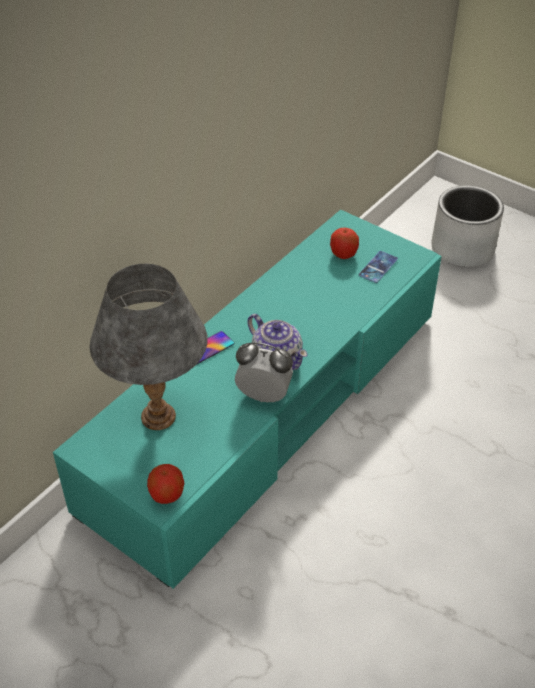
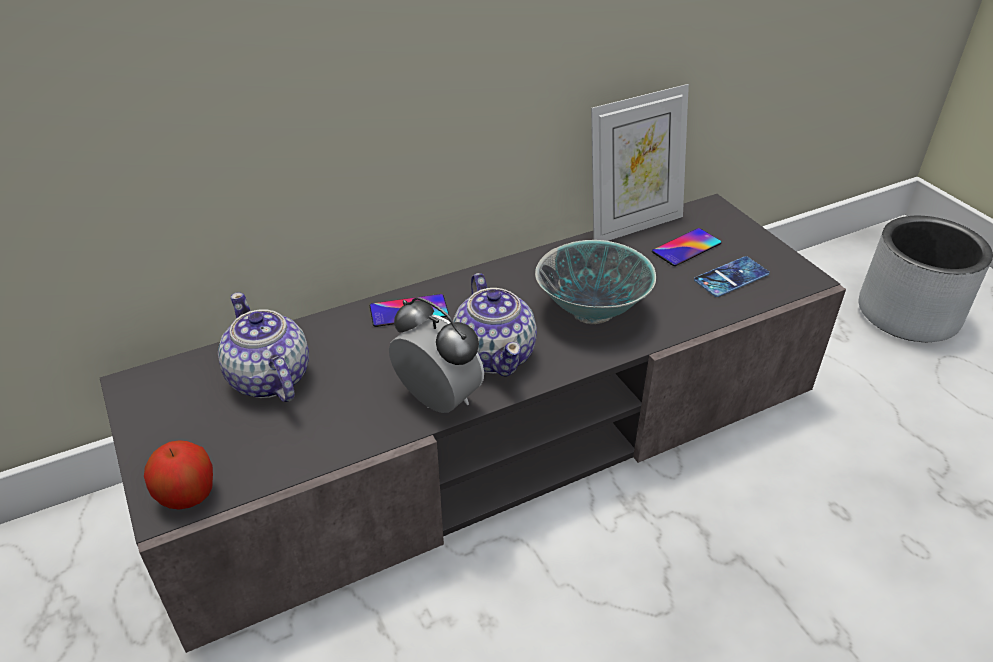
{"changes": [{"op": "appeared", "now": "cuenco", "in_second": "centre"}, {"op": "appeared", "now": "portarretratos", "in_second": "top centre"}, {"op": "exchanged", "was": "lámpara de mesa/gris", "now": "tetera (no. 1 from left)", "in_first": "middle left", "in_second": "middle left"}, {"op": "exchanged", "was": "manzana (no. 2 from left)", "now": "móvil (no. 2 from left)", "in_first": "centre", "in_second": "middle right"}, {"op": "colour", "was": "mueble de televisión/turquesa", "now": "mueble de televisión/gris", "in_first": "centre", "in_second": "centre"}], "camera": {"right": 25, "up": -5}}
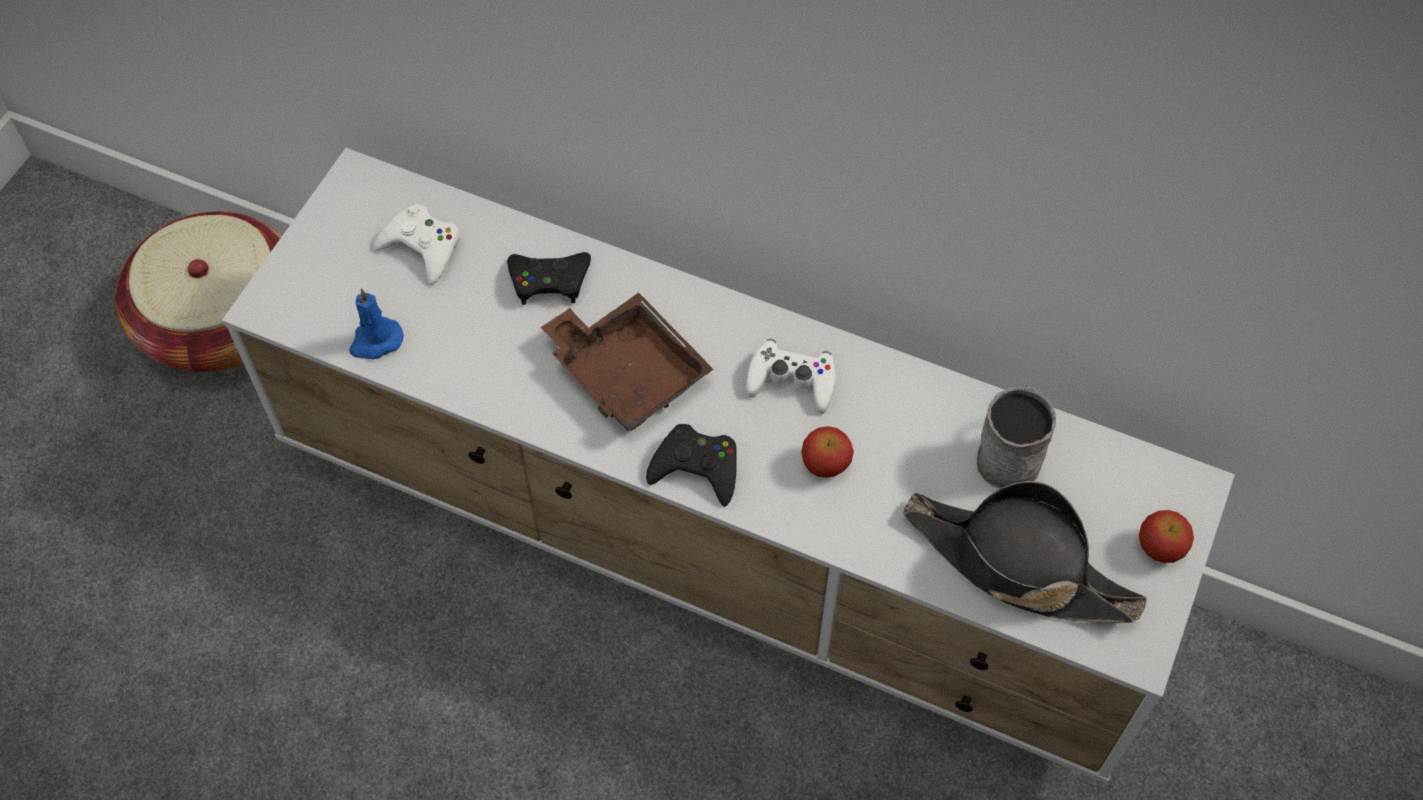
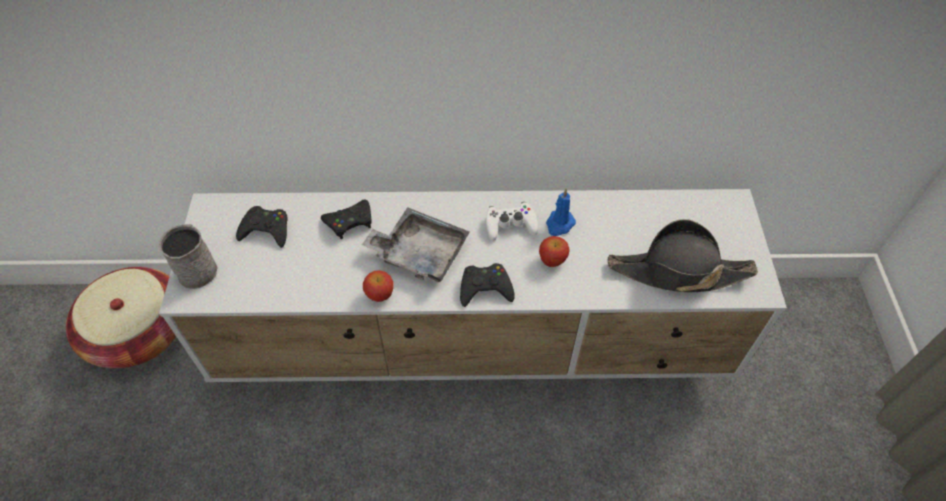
{"changes": [{"op": "relocated", "was": "vela/azul", "in_first": "middle left", "in_second": "centre"}, {"op": "relocated", "was": "taza grande/gris", "in_first": "middle right", "in_second": "middle left"}, {"op": "relocated", "was": "manzana (no. 2 from left in the first image)", "now": "manzana (no. 1 from left)", "in_first": "bottom right", "in_second": "centre"}, {"op": "colour", "was": "mando de consola/blanco (no. 1 from left)", "now": "mando de consola/negro (no. 1 from left)", "in_first": "top left", "in_second": "middle left"}, {"op": "colour", "was": "bandeja/marrón", "now": "bandeja/gris", "in_first": "centre", "in_second": "centre"}], "camera": {"right": -25, "up": -5}}
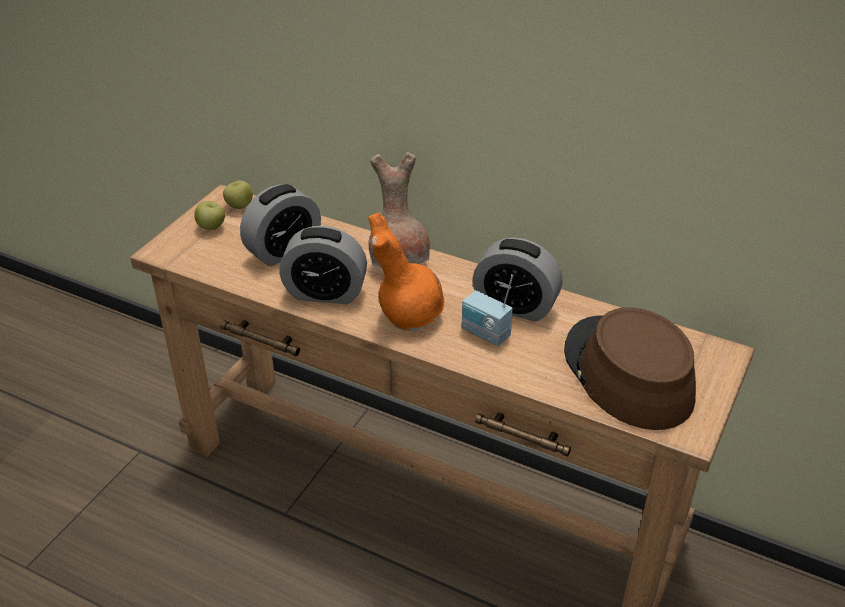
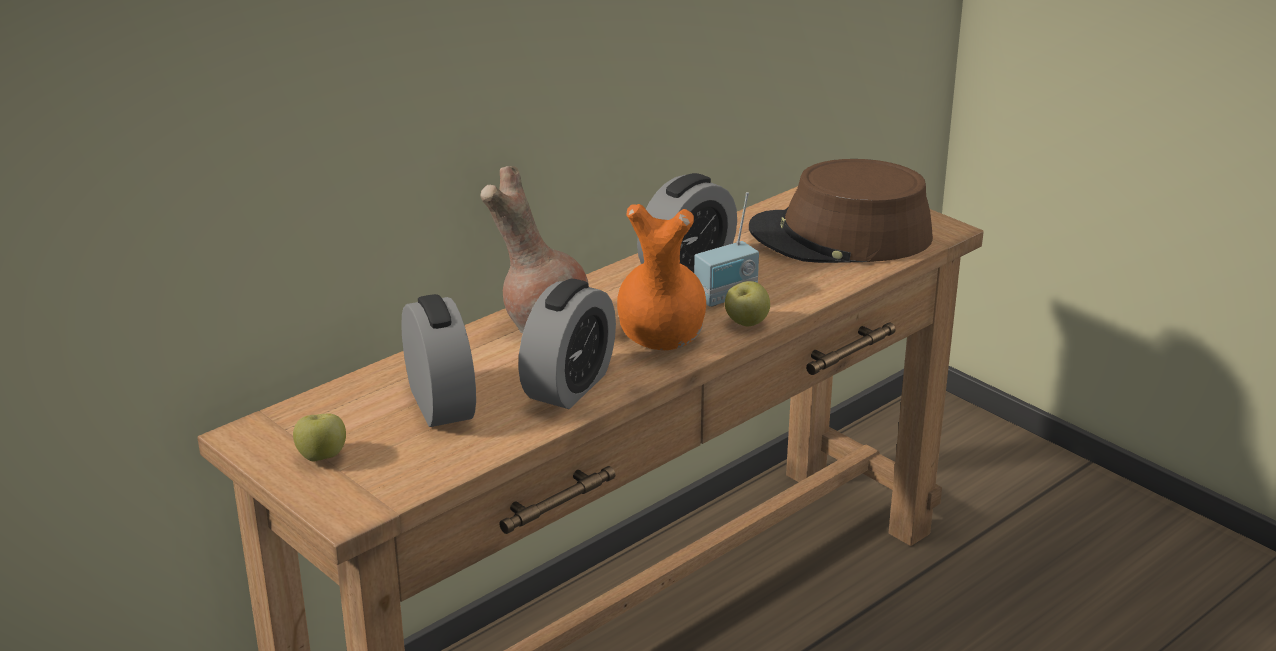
{"changes": [{"op": "relocated", "was": "manzana (no. 2 from left)", "in_first": "top left", "in_second": "centre"}], "camera": {"right": -70, "up": -10}}
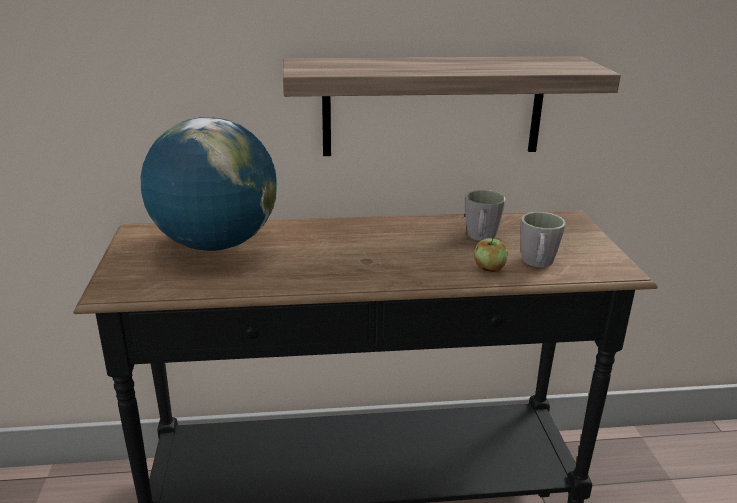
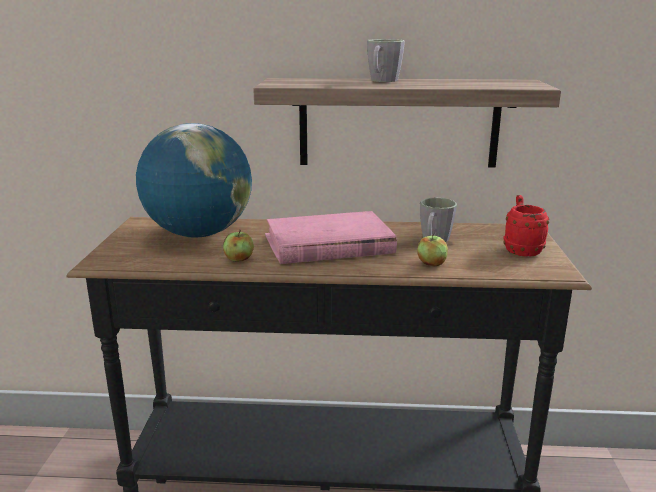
{"changes": [{"op": "appeared", "now": "manzana (no. 1 from left)", "in_second": "centre"}, {"op": "appeared", "now": "libro/rosa", "in_second": "centre"}, {"op": "appeared", "now": "taza grande/rojo", "in_second": "middle right"}, {"op": "relocated", "was": "taza grande/gris (no. 2 from left in the first image)", "now": "taza grande/gris (no. 1 from left)", "in_first": "middle right", "in_second": "top centre"}], "camera": {"right": 10, "up": -5}}
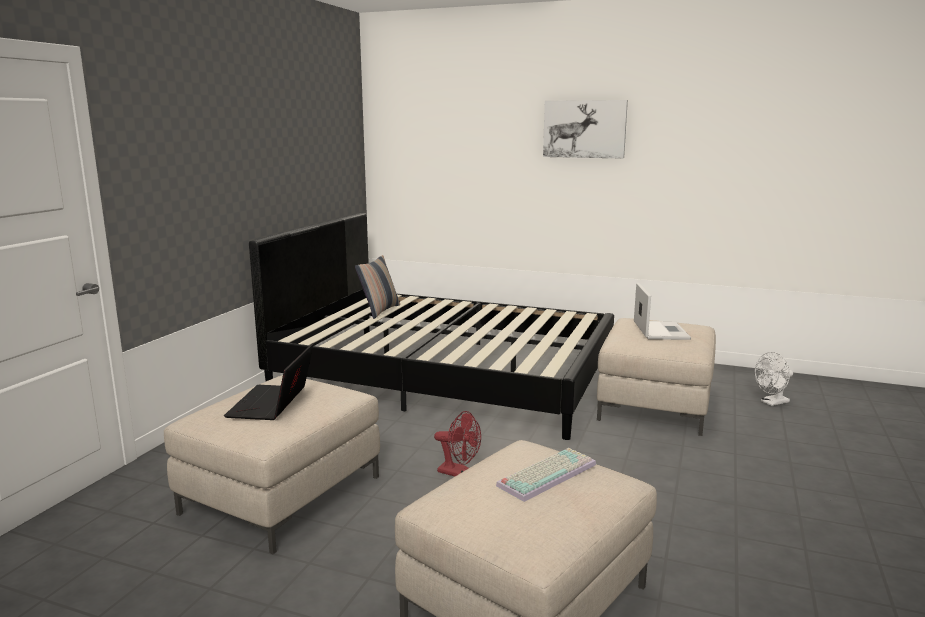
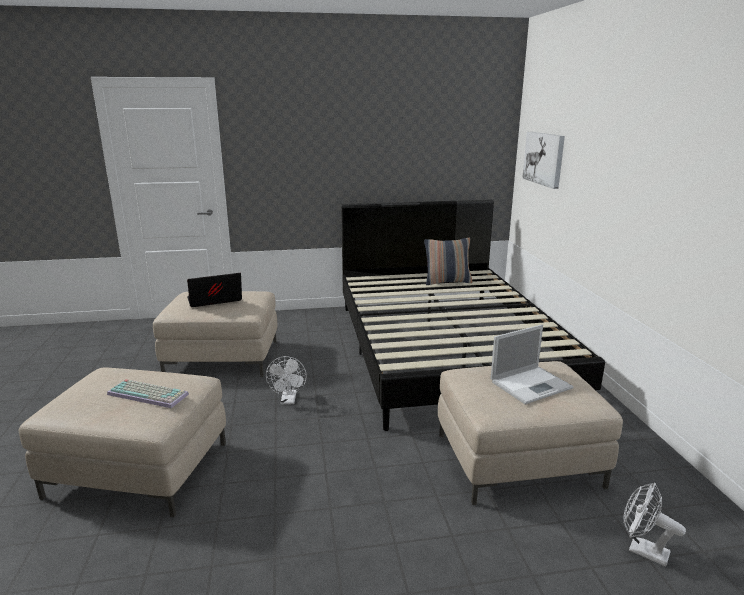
{"changes": [{"op": "relocated", "was": "cuadro", "in_first": "top centre", "in_second": "top right"}, {"op": "colour", "was": "ventilador/rojo", "now": "ventilador/blanco (no. 1 from left)", "in_first": "bottom centre", "in_second": "centre"}], "camera": {"right": 60, "up": 5}}
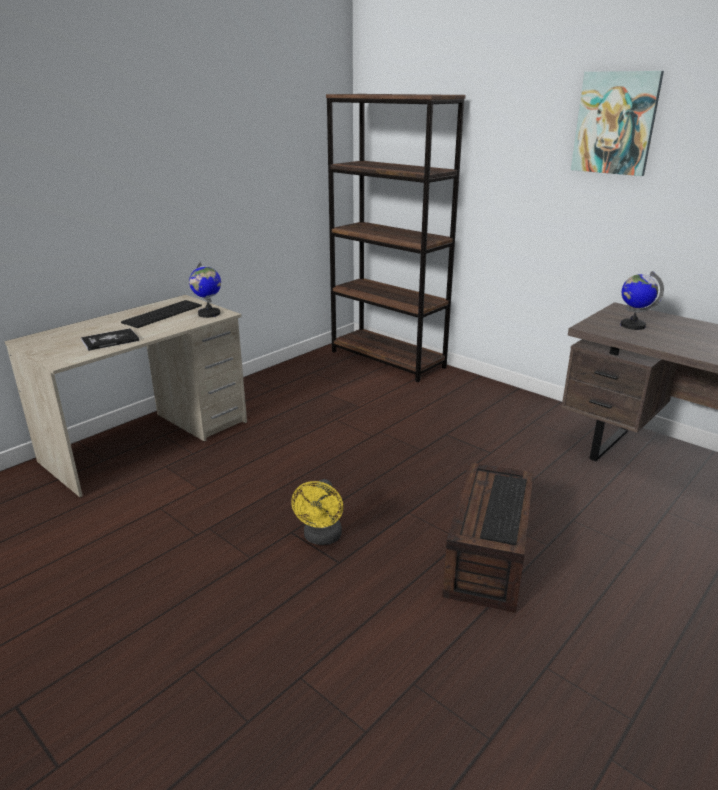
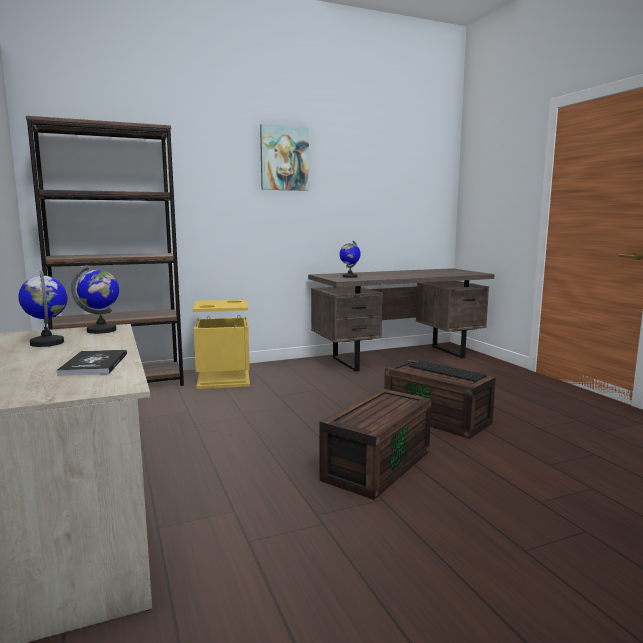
{"changes": [{"op": "appeared", "now": "papelera/amarillo", "in_second": "centre"}, {"op": "exchanged", "was": "teclado (no. 1 from left)", "now": "globo terráqueo (no. 1 from left)", "in_first": "middle left", "in_second": "middle left"}, {"op": "exchanged", "was": "ventilador/amarillo", "now": "caja de almacenaje/marrón (no. 1 from left)", "in_first": "centre", "in_second": "bottom centre"}], "camera": {"right": -65, "up": -15}}
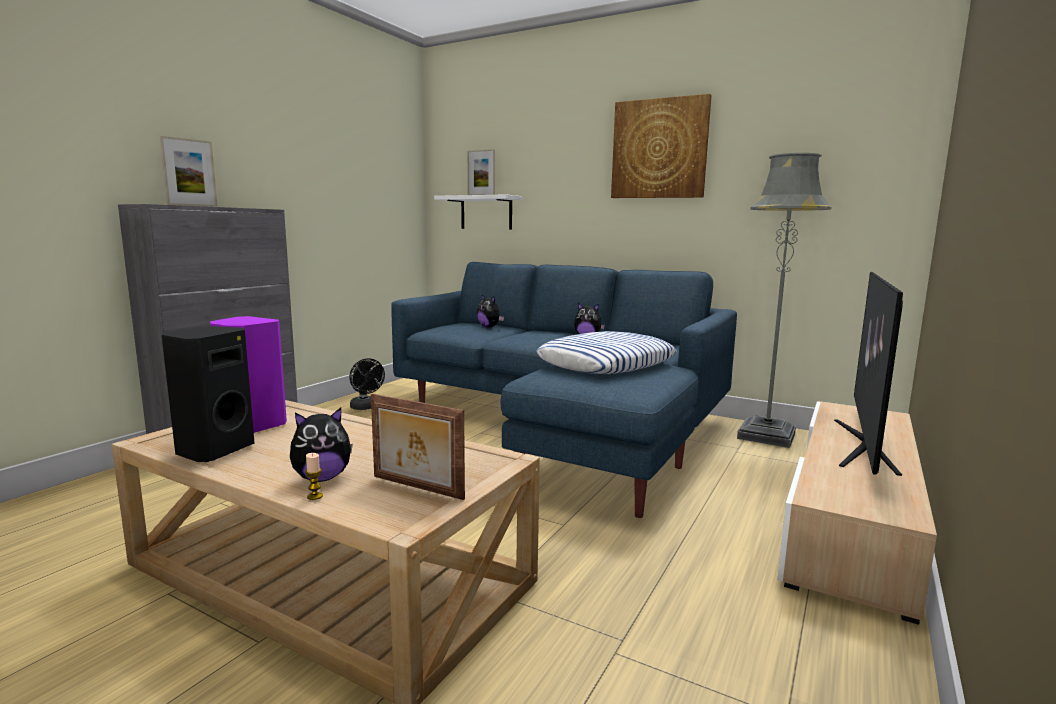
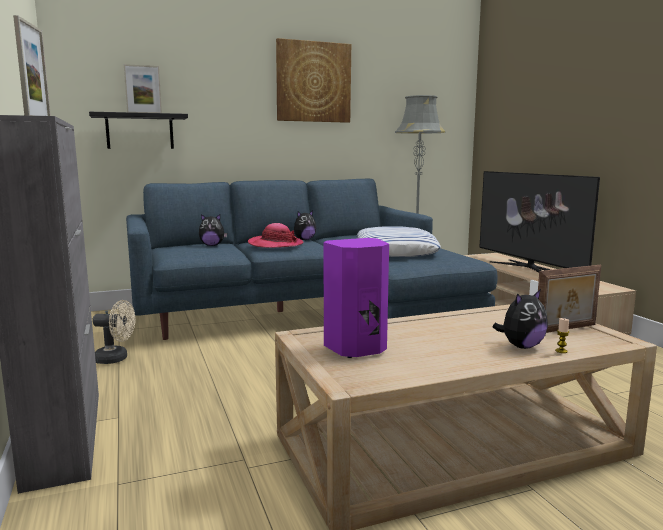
{"changes": [{"op": "missing", "was": "altavoz/negro", "in_first": "middle left"}, {"op": "appeared", "now": "sombrero", "in_second": "centre"}, {"op": "colour", "was": "ventilador/negro", "now": "ventilador/beis", "in_first": "centre", "in_second": "middle left"}, {"op": "colour", "was": "estante/blanco", "now": "estante/negro", "in_first": "top centre", "in_second": "top left"}, {"op": "spun", "was": "peluche (no. 1 from left in the first image)", "in_first": "middle left", "in_second": "middle right", "clockwise": 45}], "camera": {"right": -50, "up": 0}}
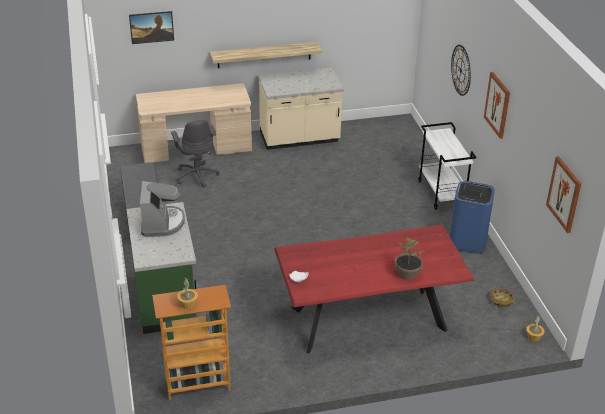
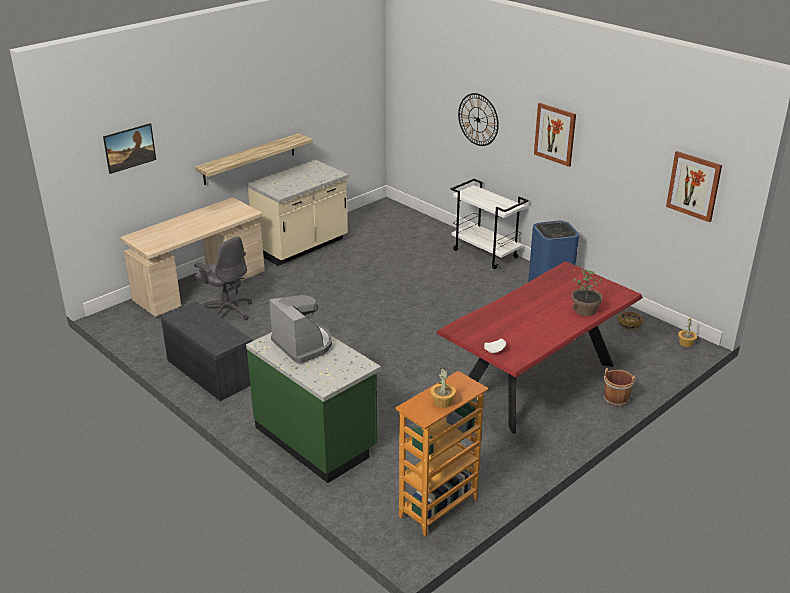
{"changes": [{"op": "appeared", "now": "cubo/marrón", "in_second": "middle right"}], "camera": {"right": -30, "up": -5}}
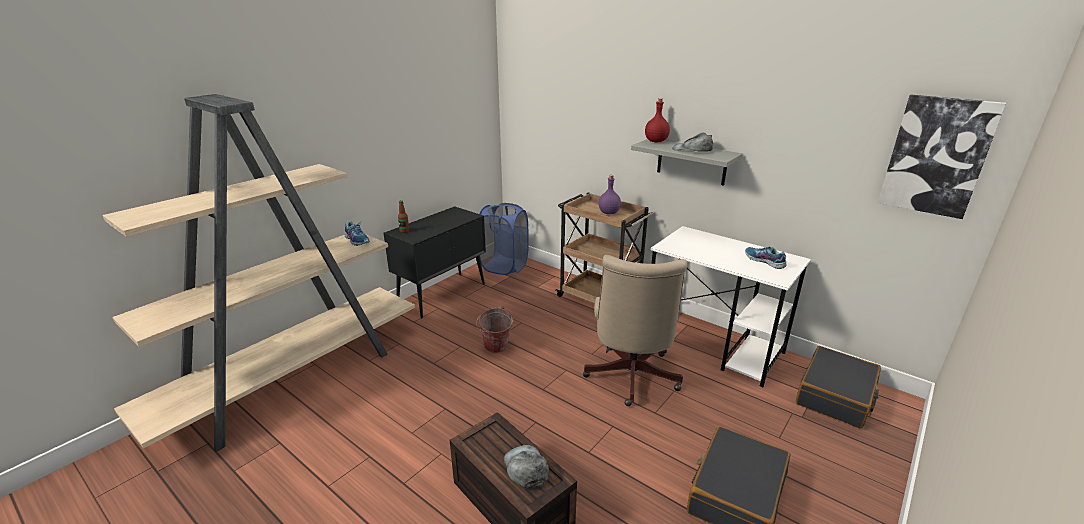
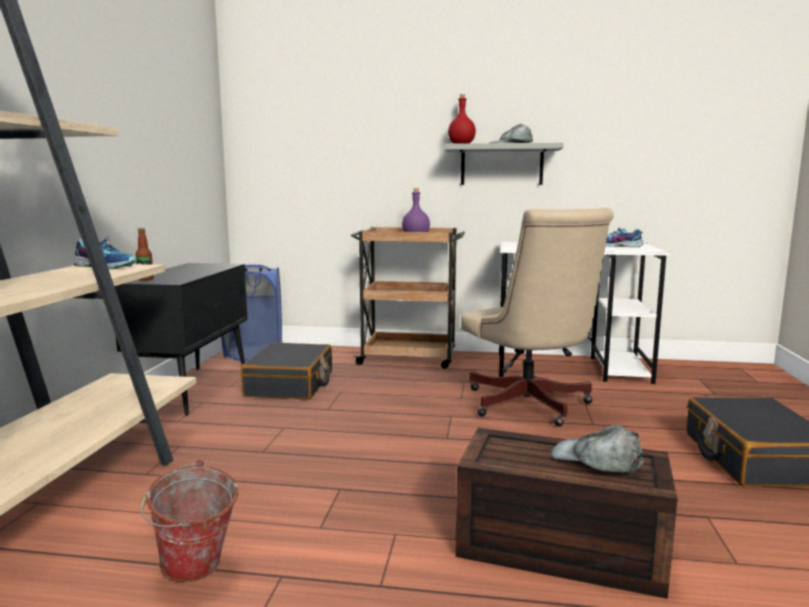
{"changes": [{"op": "missing", "was": "cuadro", "in_first": "top right"}, {"op": "relocated", "was": "cubo", "in_first": "centre", "in_second": "bottom left"}, {"op": "relocated", "was": "maleta/negro (no. 2 from left in the first image)", "now": "maleta/negro (no. 1 from left)", "in_first": "bottom right", "in_second": "centre"}], "camera": {"right": -30, "up": -15}}
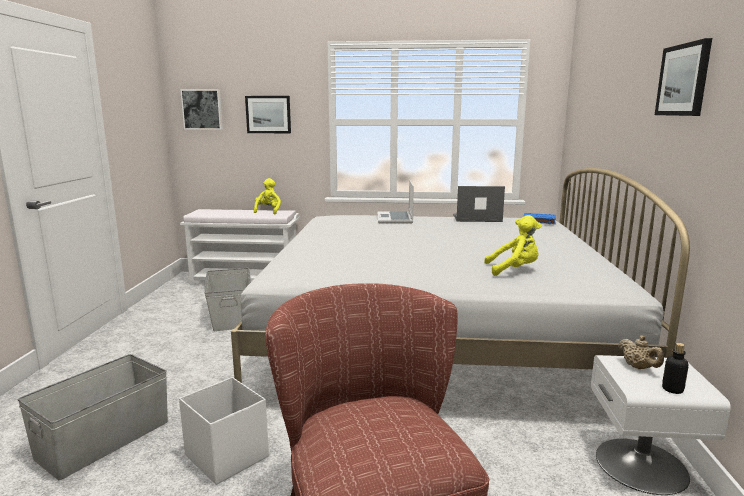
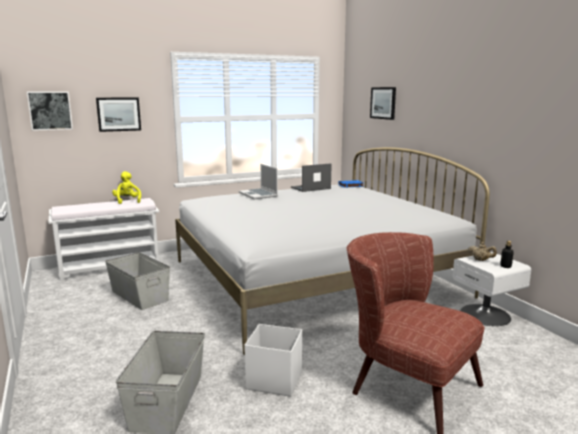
{"changes": [{"op": "missing", "was": "peluche/amarillo (no. 2 from left)", "in_first": "middle right"}, {"op": "relocated", "was": "cuadro (no. 3 from left)", "in_first": "top right", "in_second": "top centre"}], "camera": {"right": -30, "up": 0}}
